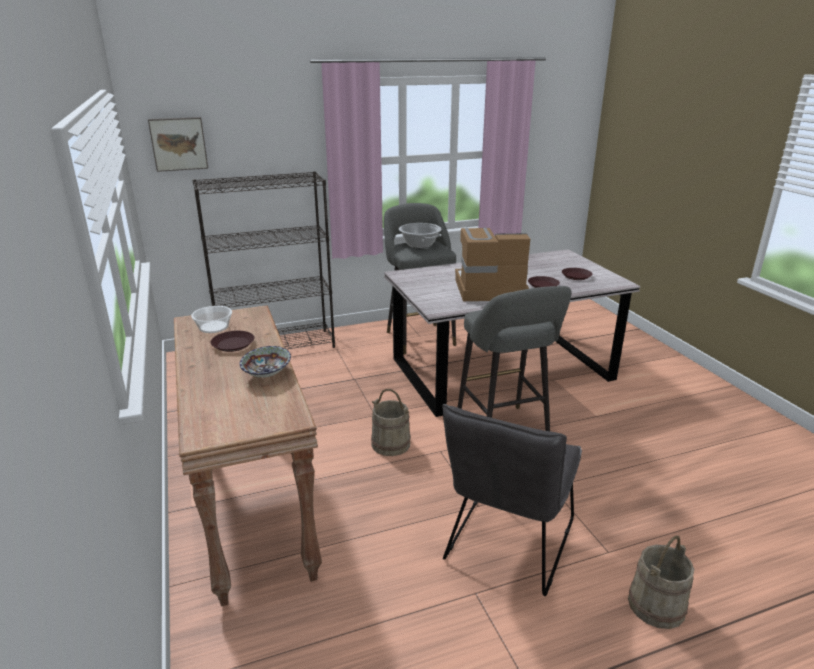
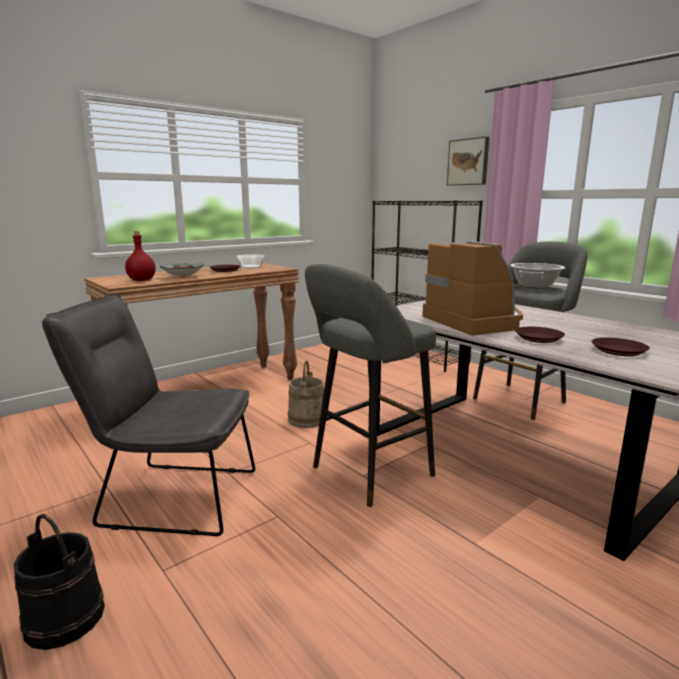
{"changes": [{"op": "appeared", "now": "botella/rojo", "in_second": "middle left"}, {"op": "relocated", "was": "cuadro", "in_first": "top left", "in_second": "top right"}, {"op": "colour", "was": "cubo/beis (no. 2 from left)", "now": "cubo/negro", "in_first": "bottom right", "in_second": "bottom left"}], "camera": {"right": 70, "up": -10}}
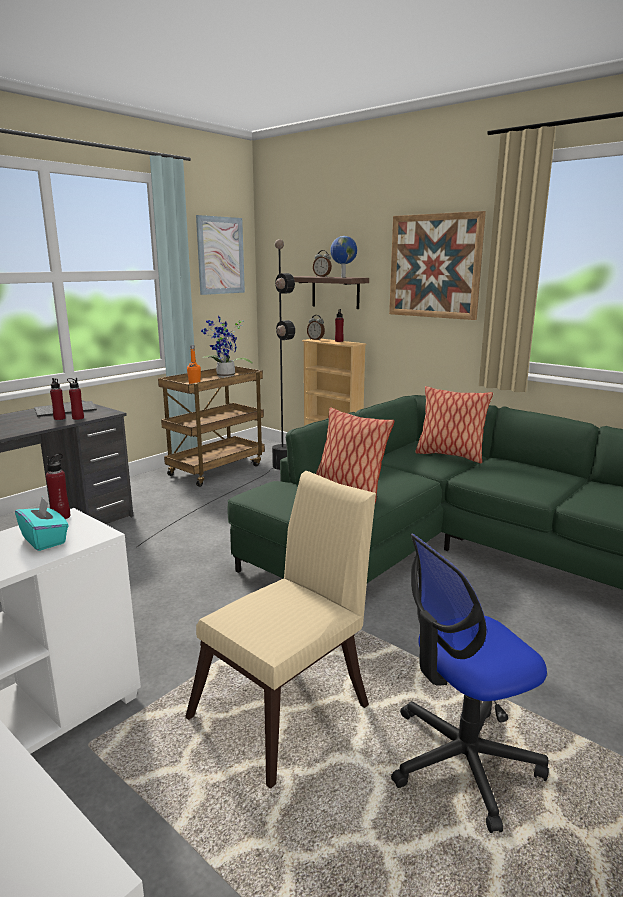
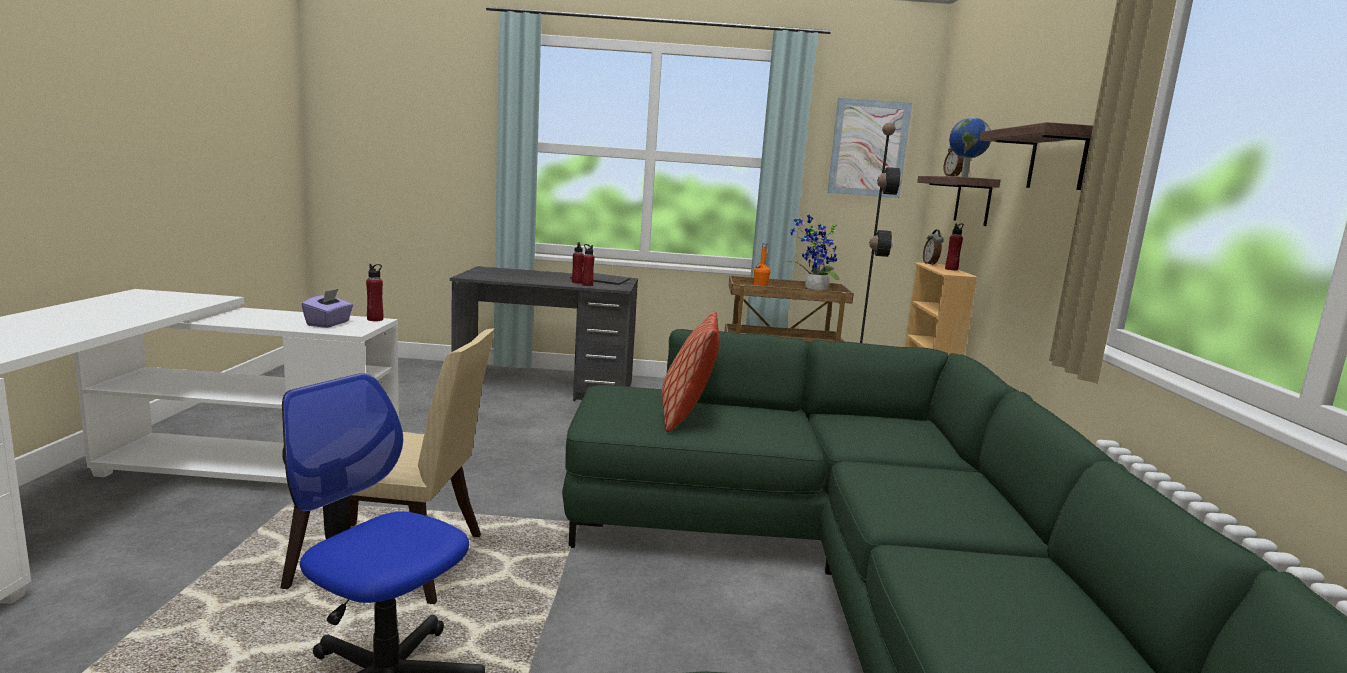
{"changes": [{"op": "missing", "was": "cojín (no. 2 from left)", "in_first": "middle right"}, {"op": "exchanged", "was": "cuadro (no. 2 from left)", "now": "estante (no. 2 from left)", "in_first": "top right", "in_second": "top right"}, {"op": "colour", "was": "caja de pañuelos/turquesa", "now": "caja de pañuelos/morado", "in_first": "middle left", "in_second": "middle left"}], "camera": {"right": 50, "up": -5}}
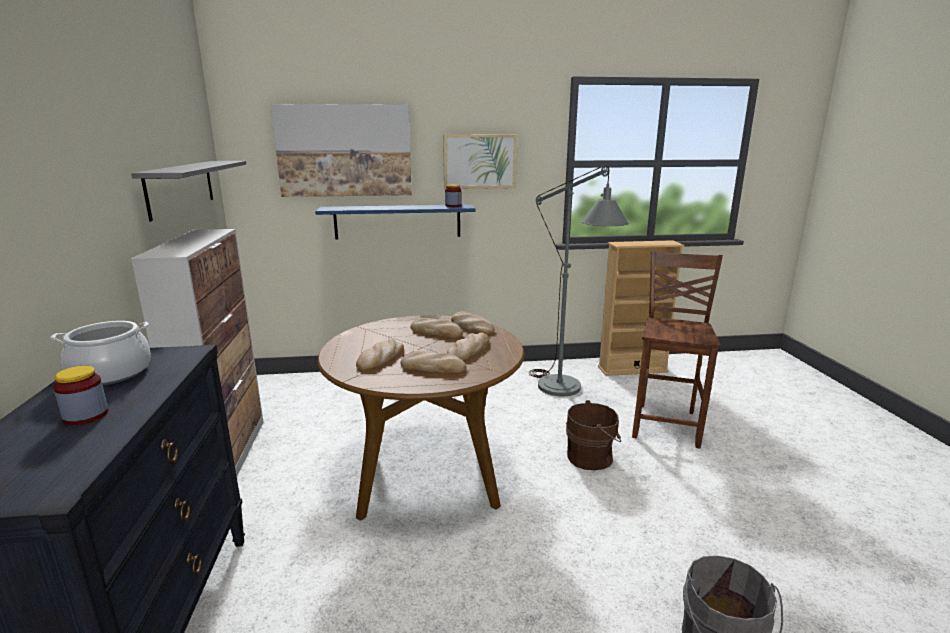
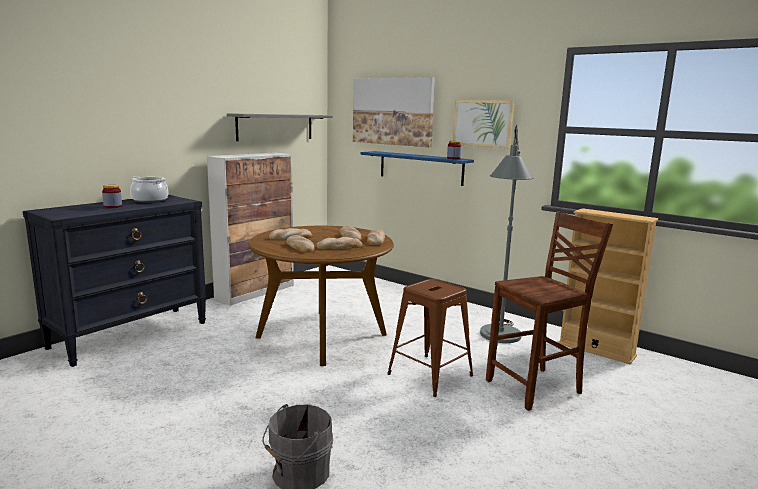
{"changes": [{"op": "exchanged", "was": "cubo/marrón", "now": "taburete/marrón", "in_first": "bottom centre", "in_second": "bottom centre"}], "camera": {"right": 45, "up": -5}}
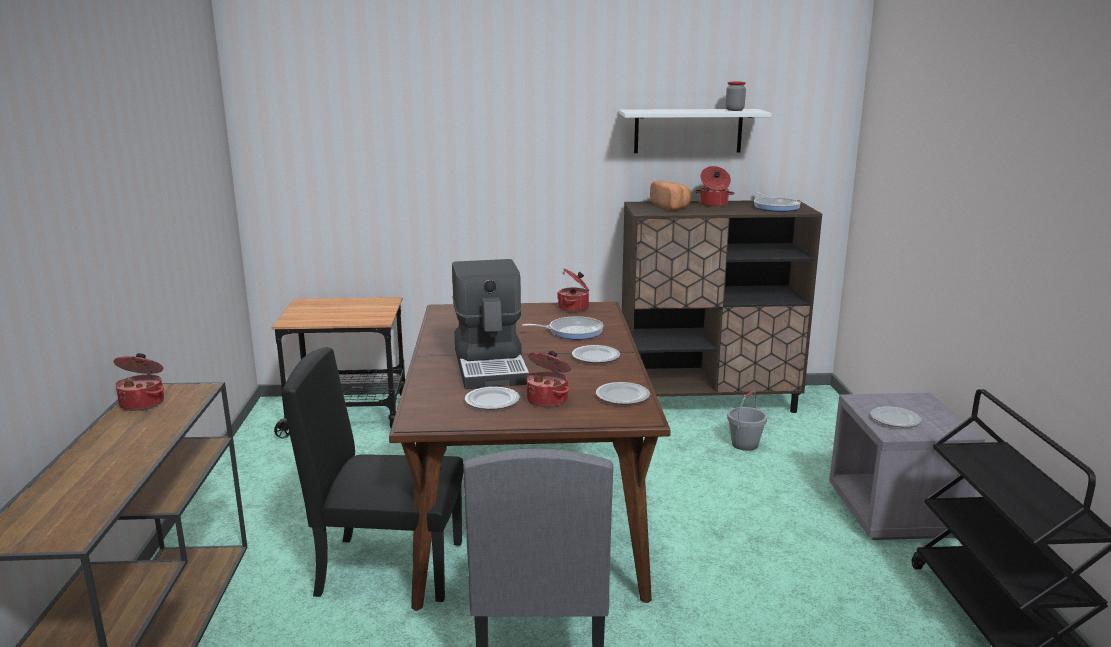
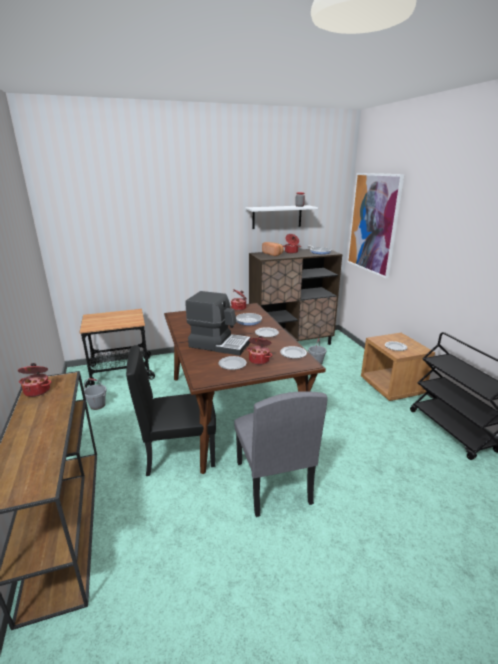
{"changes": [{"op": "appeared", "now": "cubo/gris (no. 1 from left)", "in_second": "middle left"}, {"op": "appeared", "now": "cuadro", "in_second": "middle right"}, {"op": "colour", "was": "mesita de noche/gris", "now": "mesita de noche/marrón", "in_first": "bottom right", "in_second": "middle right"}, {"op": "spun", "was": "cafetera", "in_first": "centre", "in_second": "centre", "clockwise": -45}], "camera": {"right": -15, "up": 5}}
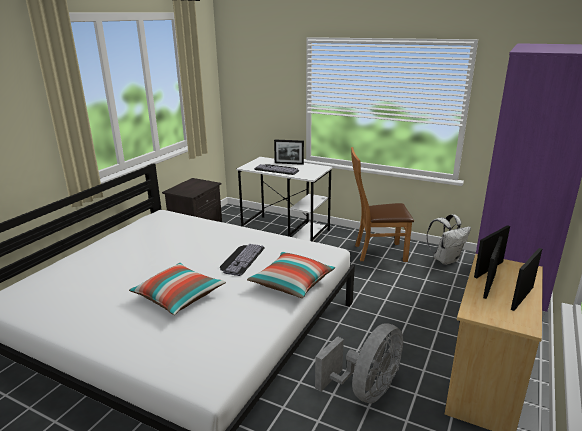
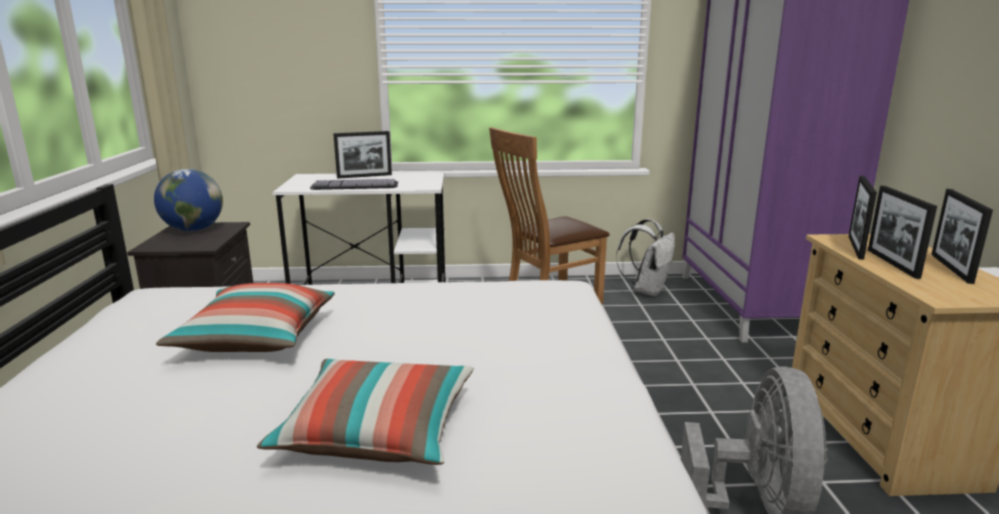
{"changes": [{"op": "missing", "was": "teclado (no. 1 from left)", "in_first": "centre"}, {"op": "appeared", "now": "globo terráqueo", "in_second": "middle left"}, {"op": "relocated", "was": "cojín (no. 2 from left in the first image)", "now": "cojín (no. 1 from left)", "in_first": "centre", "in_second": "middle left"}], "camera": {"right": -30, "up": -5}}
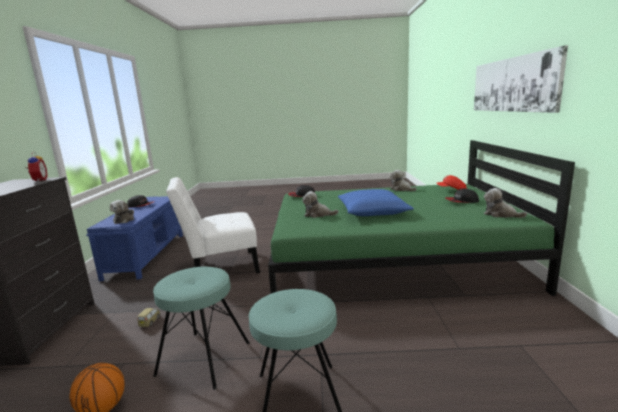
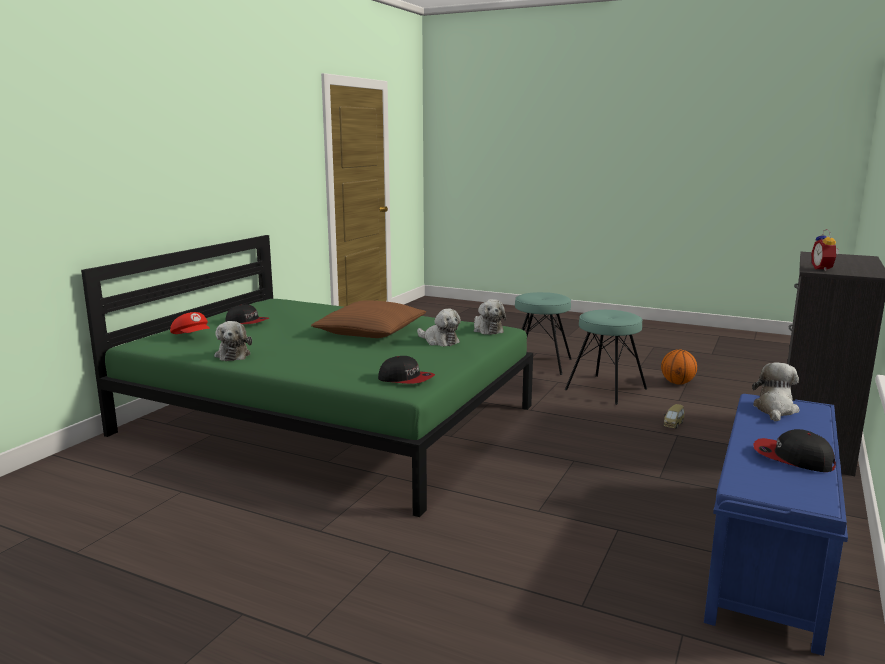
{"changes": [{"op": "missing", "was": "silla/blanco", "in_first": "centre"}, {"op": "missing", "was": "cuadro", "in_first": "top right"}, {"op": "relocated", "was": "peluche (no. 4 from left in the first image)", "now": "peluche (no. 3 from left)", "in_first": "middle right", "in_second": "centre"}, {"op": "colour", "was": "cojín/azul", "now": "cojín/marrón", "in_first": "centre", "in_second": "centre"}], "camera": {"right": -155, "up": 0}}
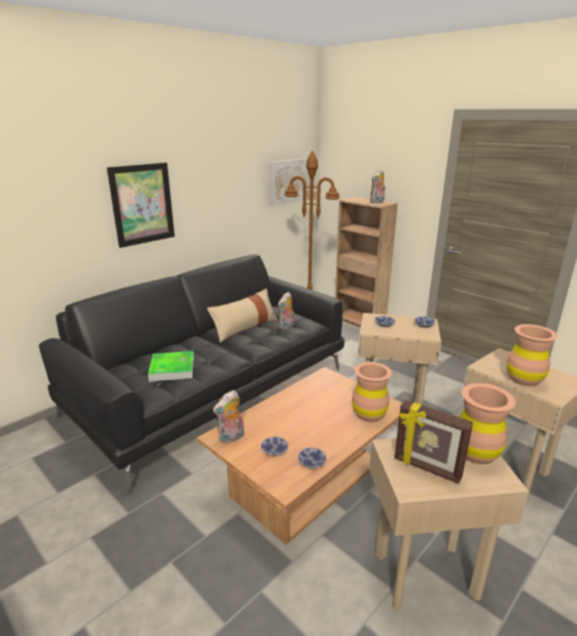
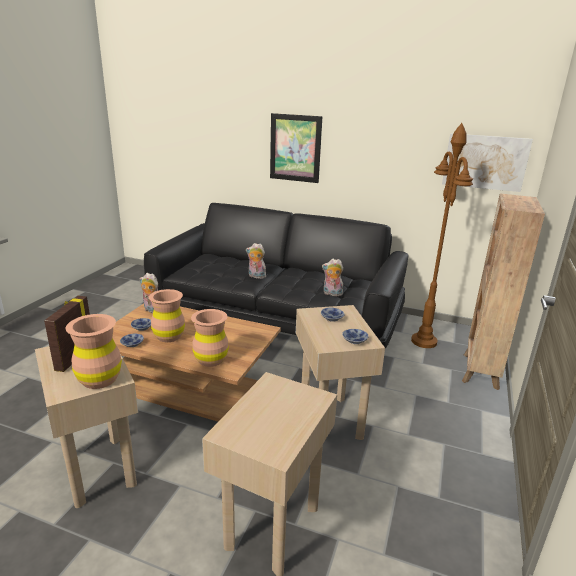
{"changes": [{"op": "missing", "was": "bandeja", "in_first": "middle left"}, {"op": "missing", "was": "cojín/beis", "in_first": "centre"}, {"op": "relocated", "was": "peluche (no. 3 from left in the first image)", "now": "peluche (no. 2 from left)", "in_first": "top centre", "in_second": "centre"}, {"op": "relocated", "was": "florero/marrón (no. 3 from left in the first image)", "now": "florero/marrón (no. 2 from left)", "in_first": "middle right", "in_second": "middle left"}], "camera": {"right": 65, "up": 0}}
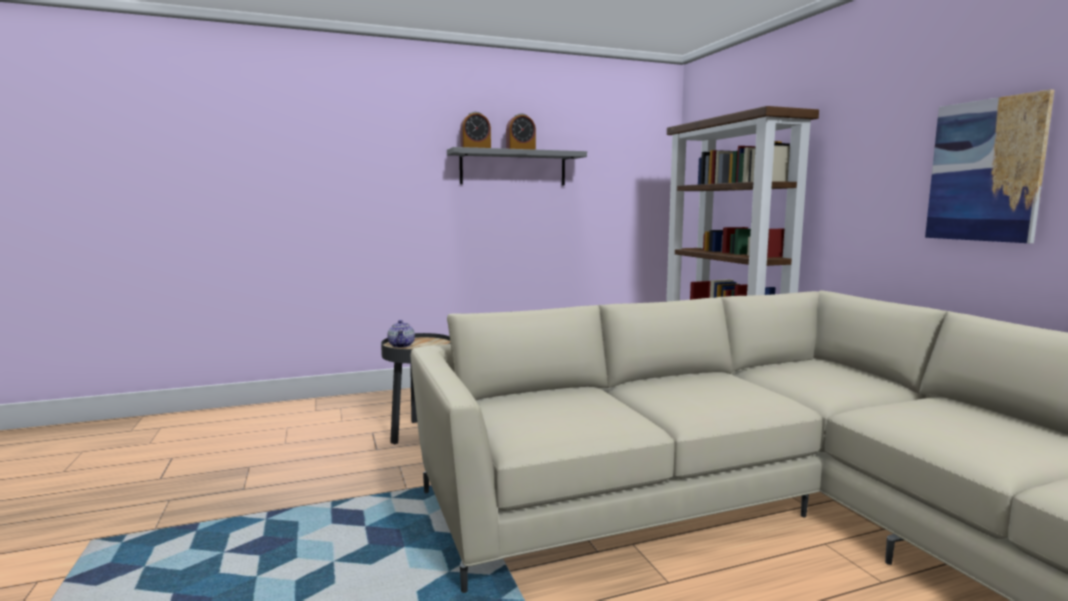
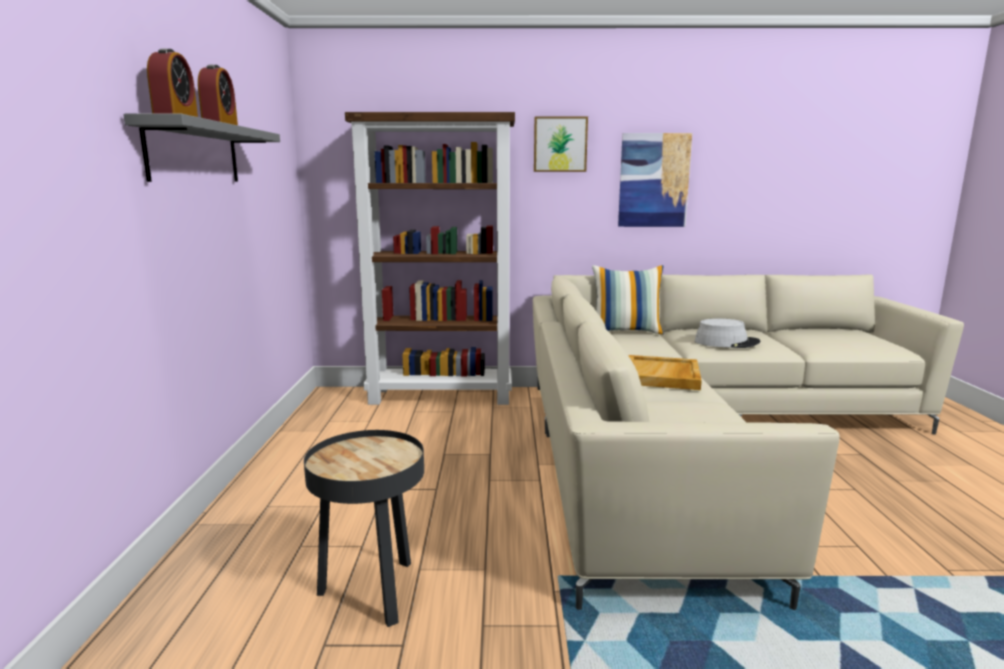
{"changes": [{"op": "missing", "was": "tetera", "in_first": "centre"}, {"op": "appeared", "now": "cuadro (no. 1 from left)", "in_second": "top centre"}, {"op": "appeared", "now": "cojín", "in_second": "centre"}, {"op": "appeared", "now": "bandeja/beis", "in_second": "centre"}, {"op": "appeared", "now": "sombrero/gris", "in_second": "middle right"}], "camera": {"right": -70, "up": 5}}
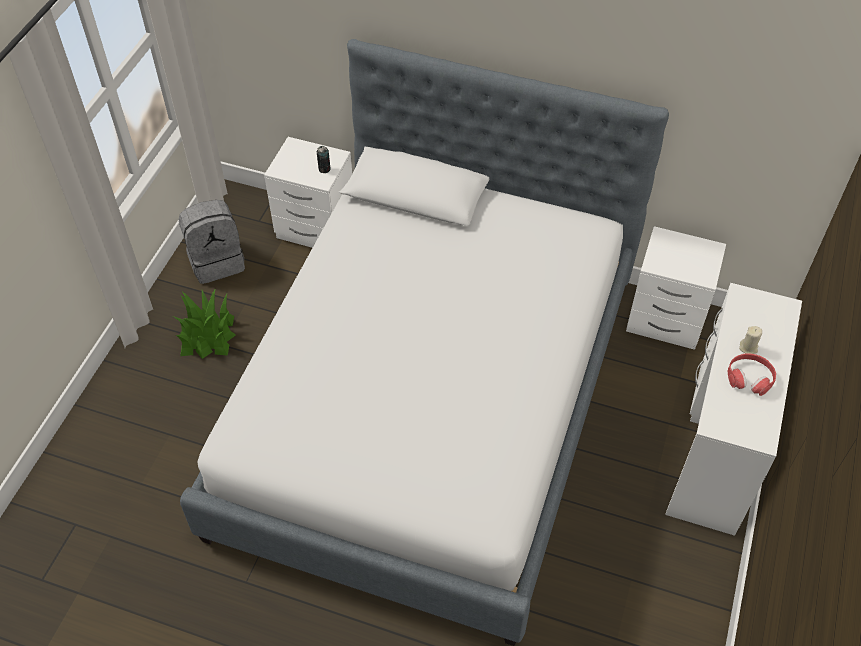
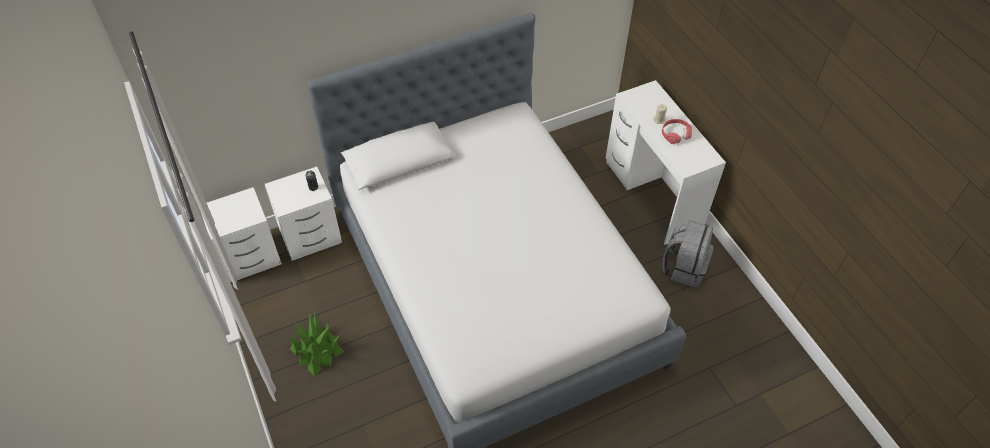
{"changes": [{"op": "relocated", "was": "mochila/gris", "in_first": "middle left", "in_second": "middle right"}, {"op": "relocated", "was": "mesita de noche/blanco (no. 2 from left in the first image)", "now": "mesita de noche/blanco (no. 1 from left)", "in_first": "middle right", "in_second": "middle left"}], "camera": {"right": -45, "up": 0}}
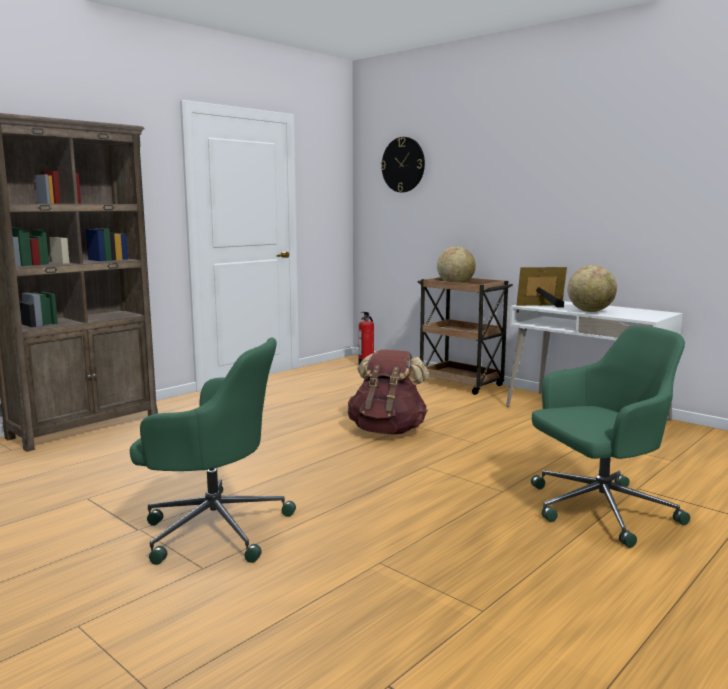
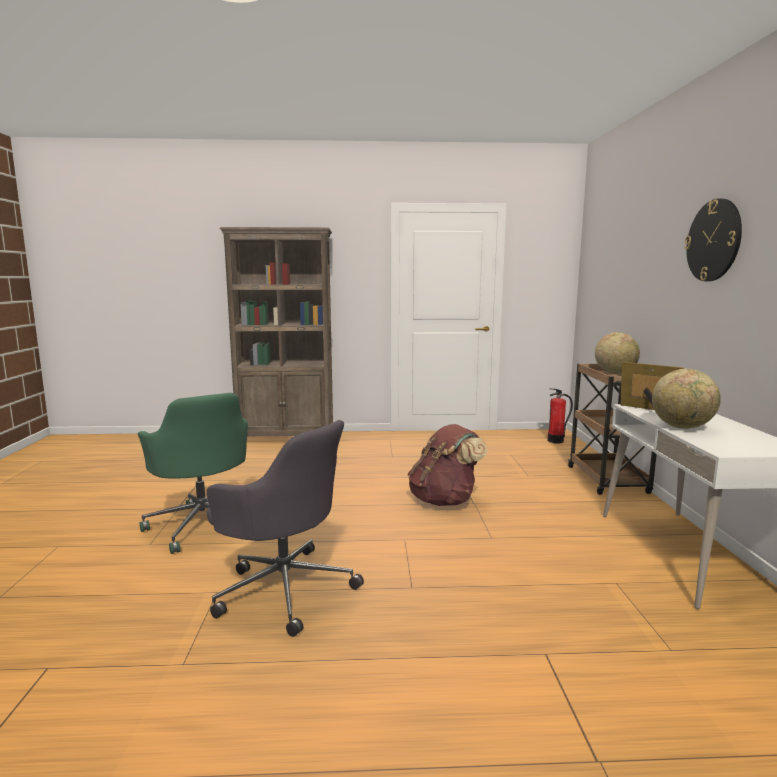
{"changes": [{"op": "missing", "was": "silla de oficina/verde (no. 2 from left)", "in_first": "middle right"}, {"op": "appeared", "now": "silla de oficina/gris", "in_second": "bottom centre"}, {"op": "relocated", "was": "reloj de pared", "in_first": "top centre", "in_second": "top right"}], "camera": {"right": 45, "up": 0}}
